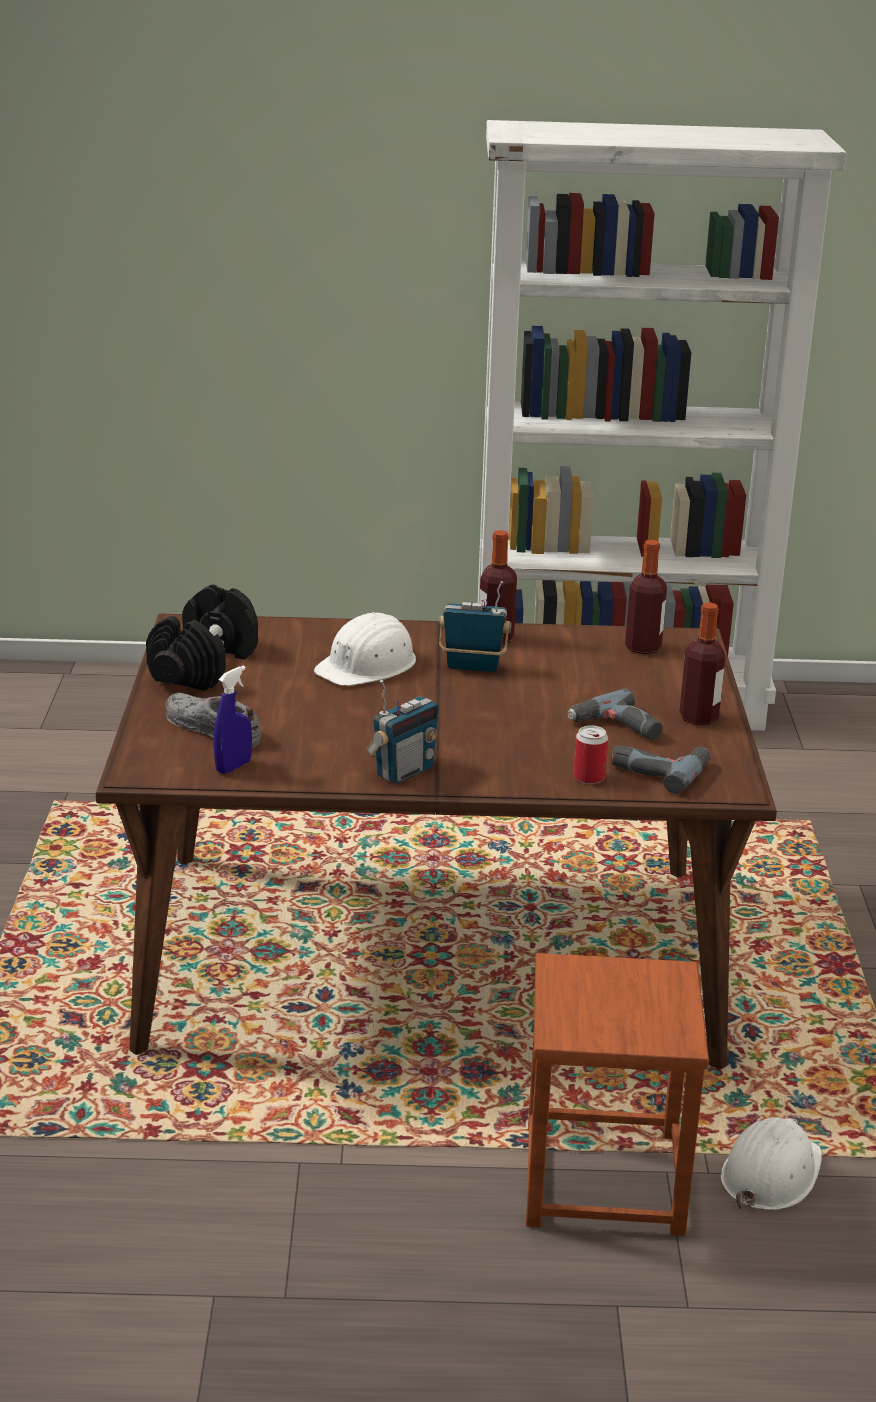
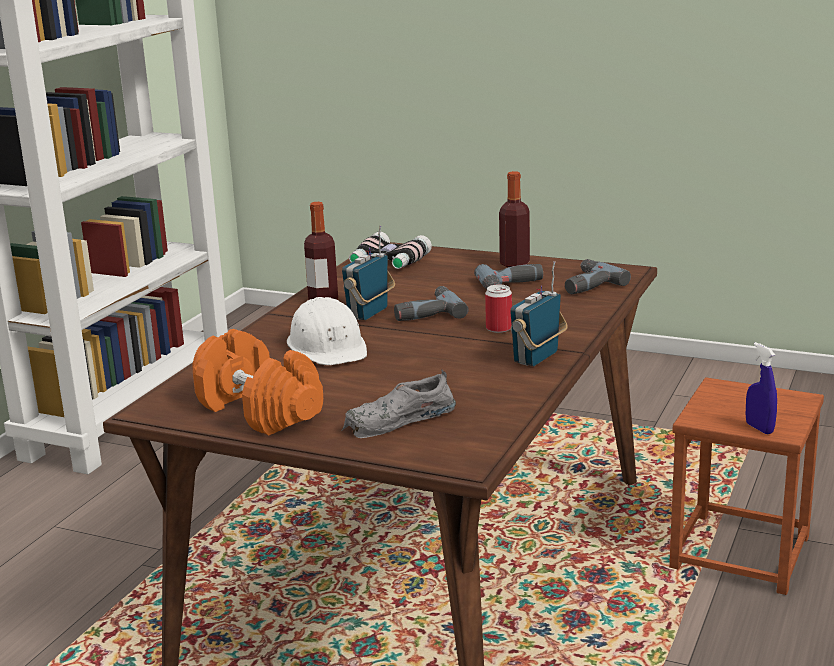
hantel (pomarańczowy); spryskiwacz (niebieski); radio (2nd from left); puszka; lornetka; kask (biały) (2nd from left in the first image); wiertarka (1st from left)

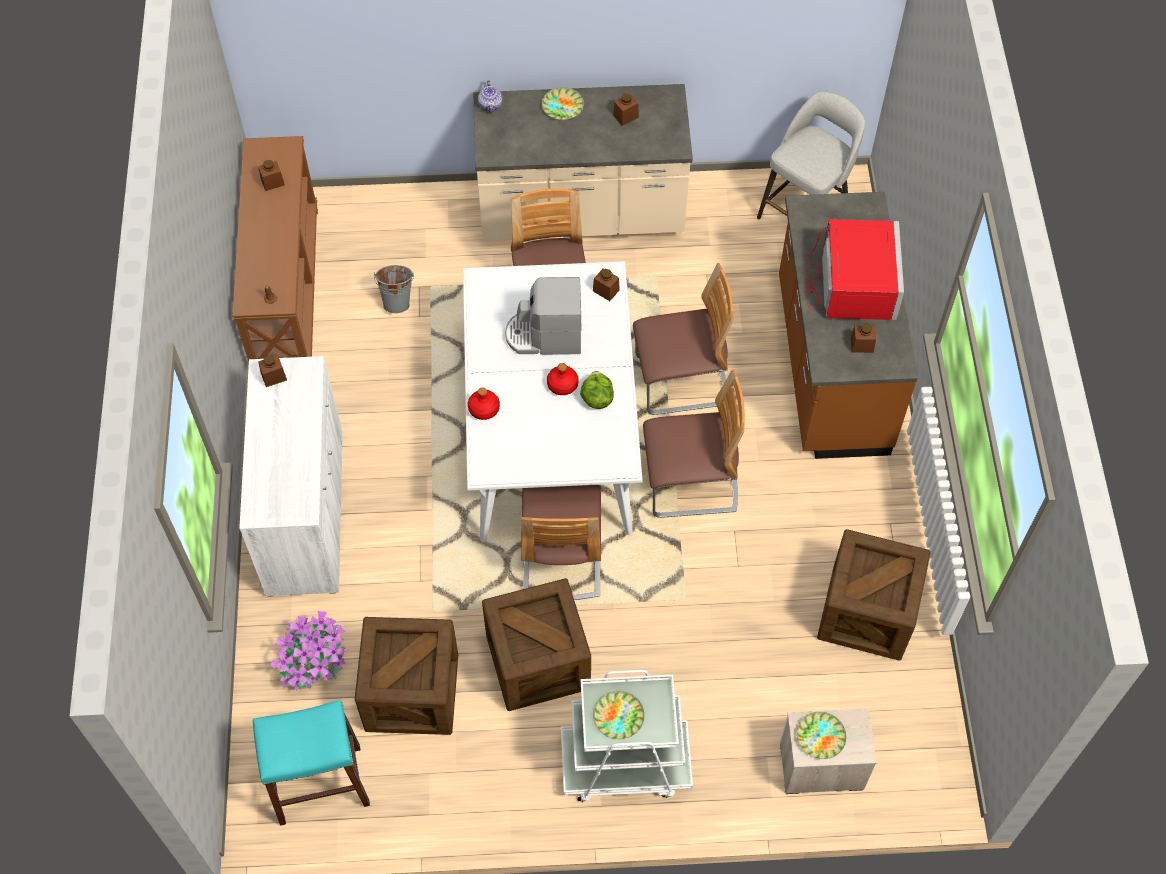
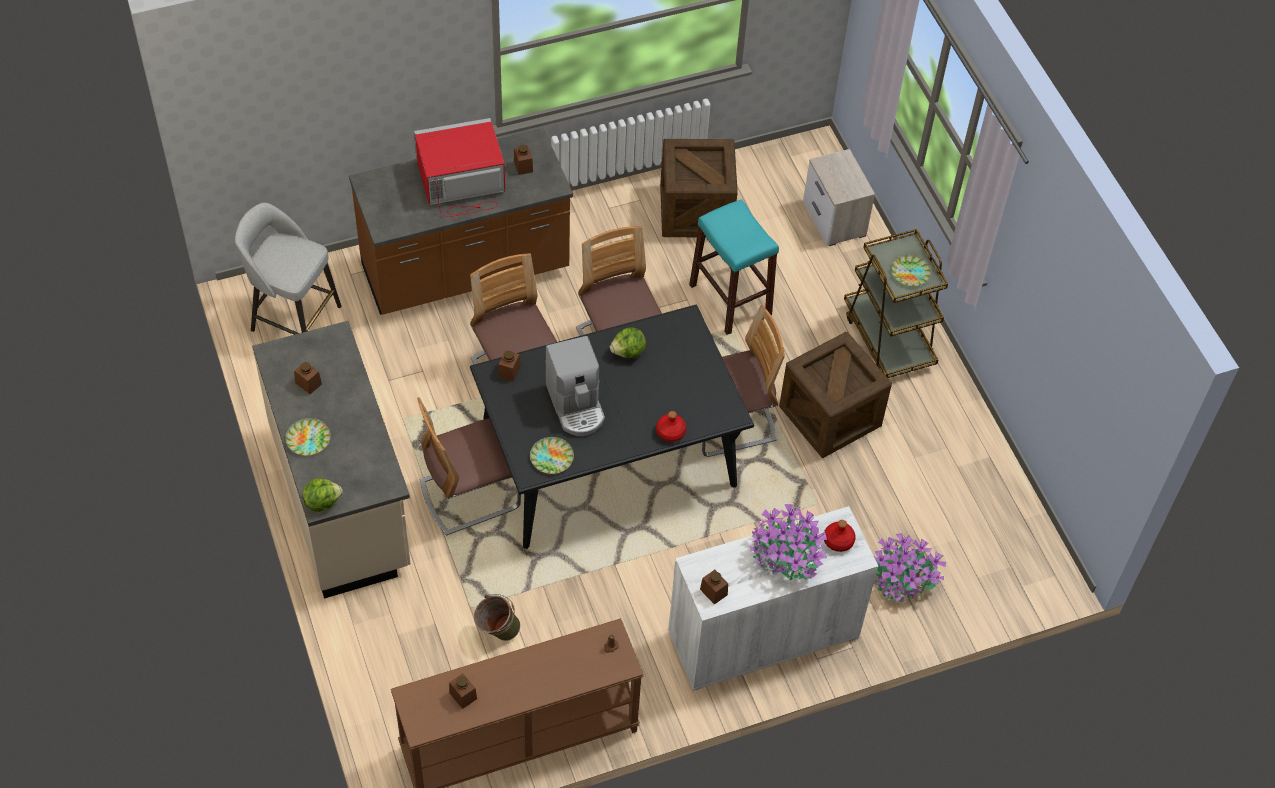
stołek (turkusowy); skrzynka (1st from left in the first image); wiadro (zielony); stół jadalny (czarny); sałata (1st from left); butelka (czerwony) (2nd from left); wózek (brązowy); talerz (2nd from left); roślina doniczkowa (1st from left)

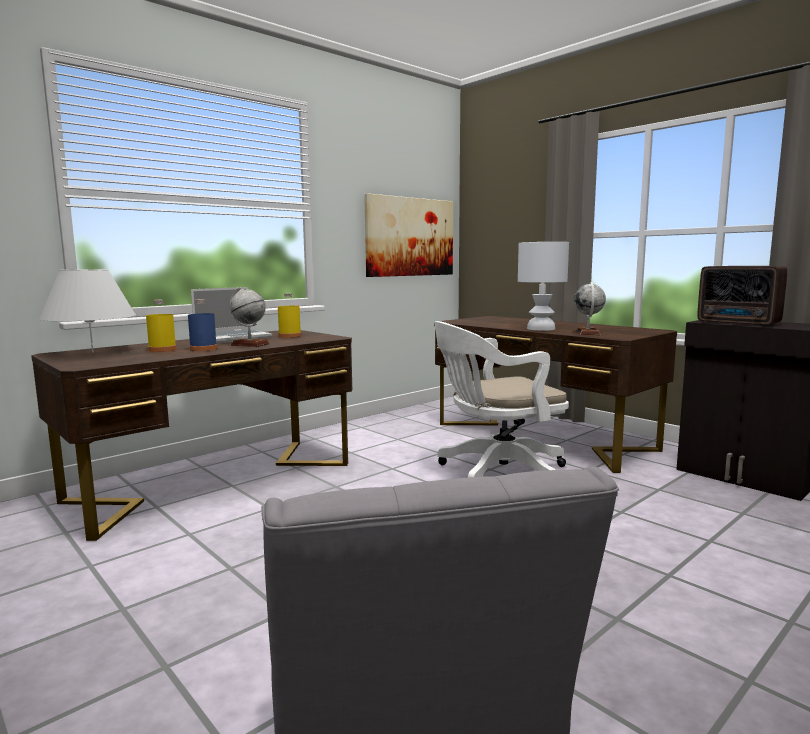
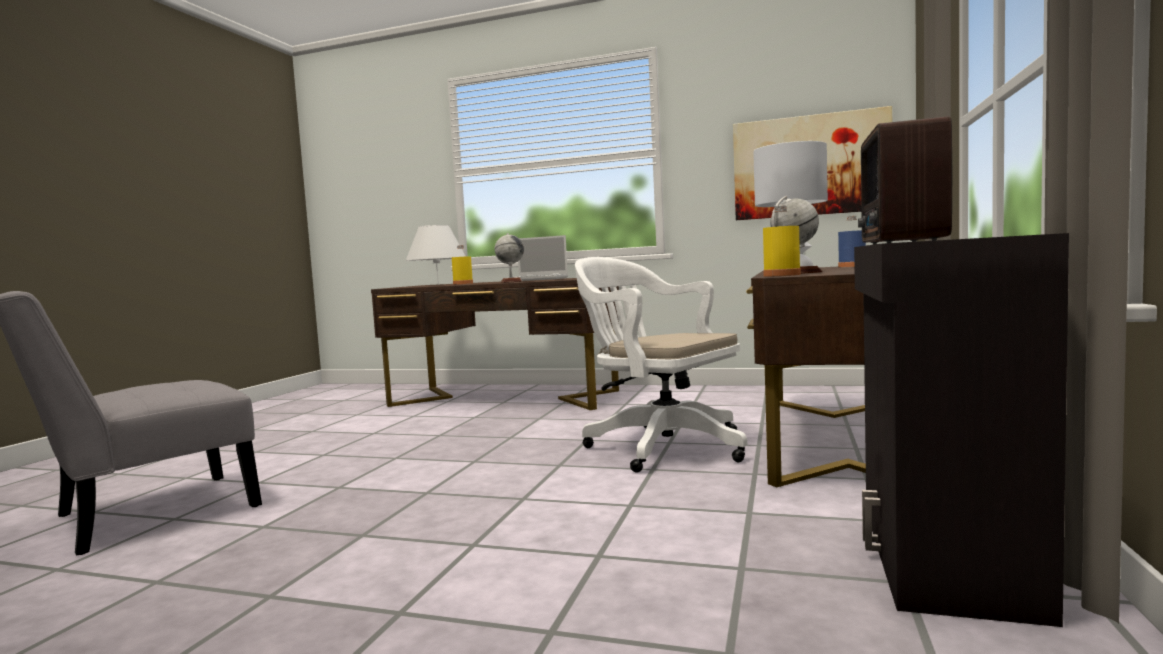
butelka (niebieski); butelka (żółty) (2nd from left)

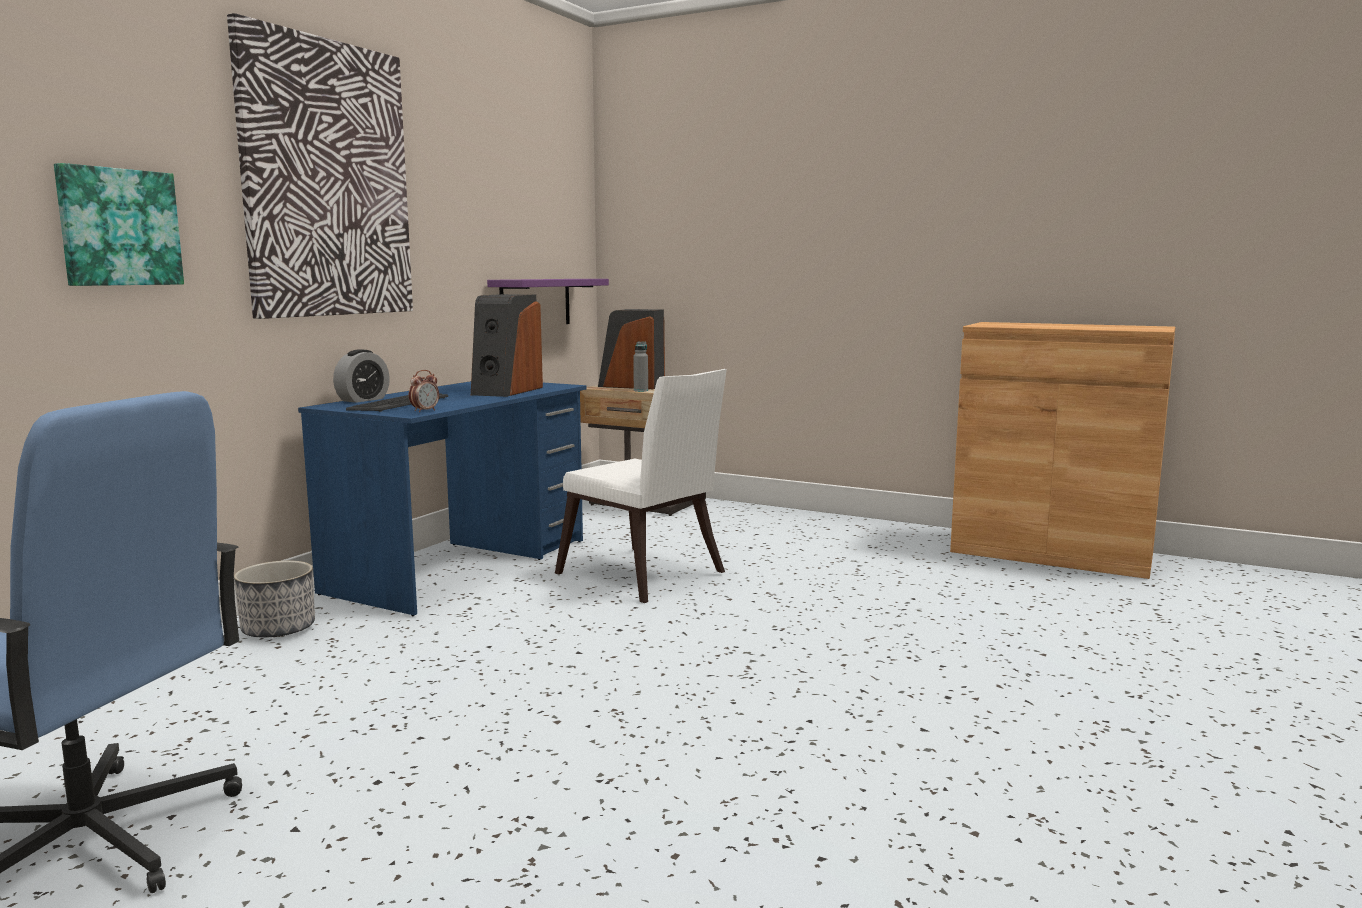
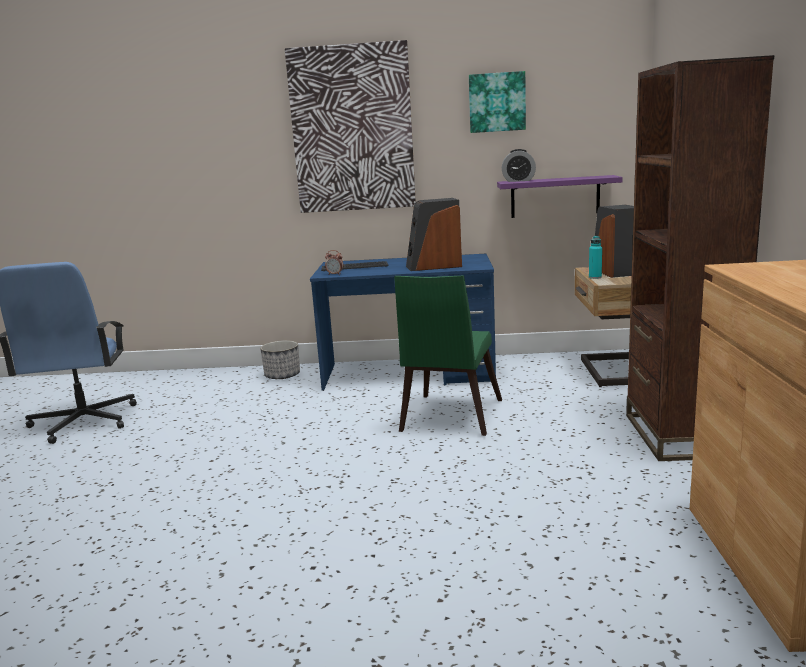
obraz (2nd from left); budzik (2nd from left); krzesło (zielony); butelka (turkusowy); regał (brązowy)

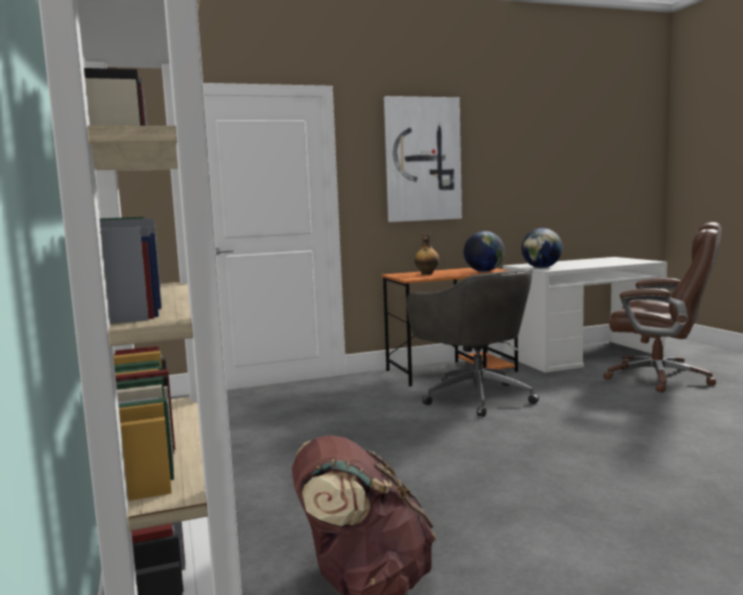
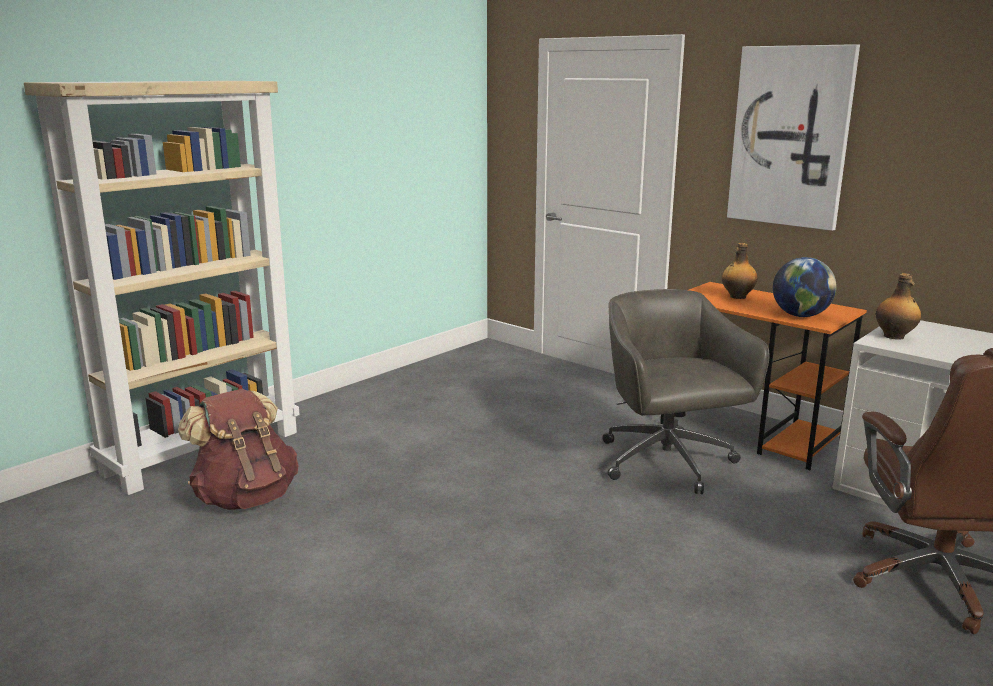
krzesło biurowe (szary); butelka (2nd from left)

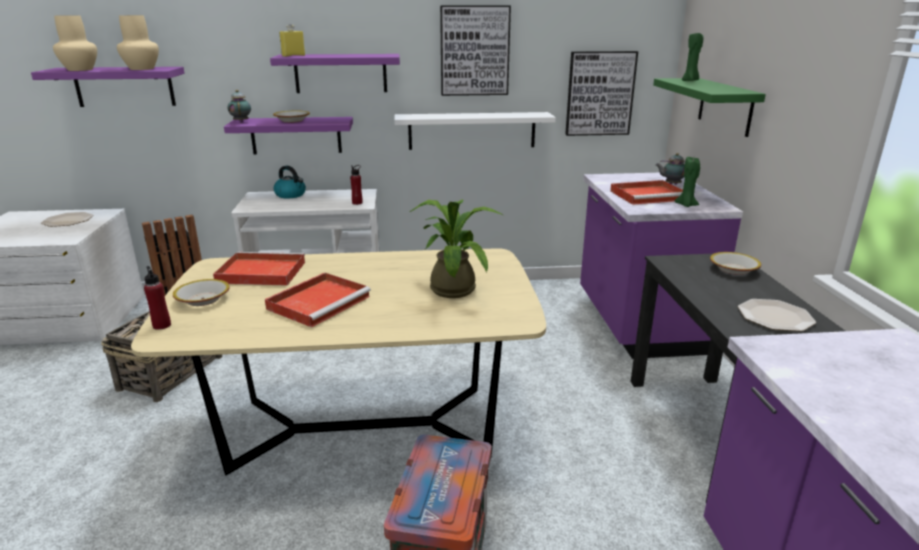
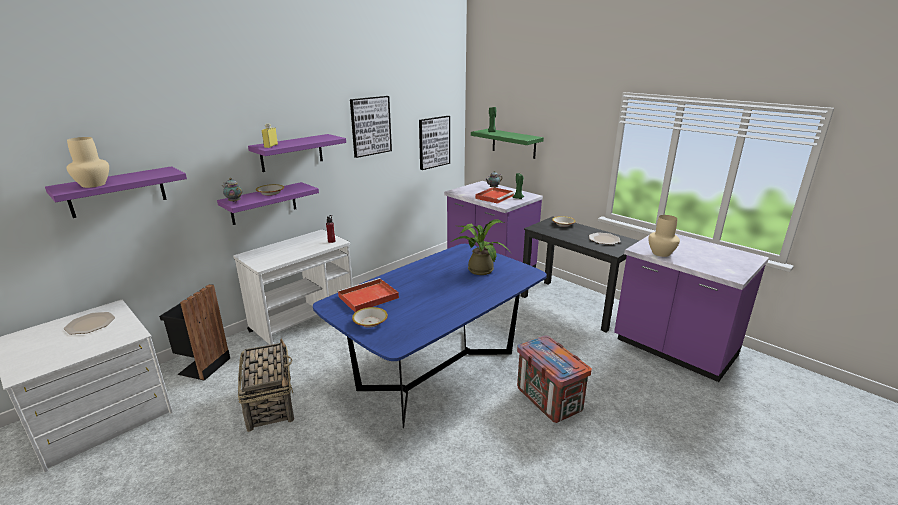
wazon (beżowy) (2nd from left); stół jadalny (niebieski); butelka (czerwony) (1st from left in the first image); taca (czerwony) (2nd from left in the first image); czajnik; półka (biały)

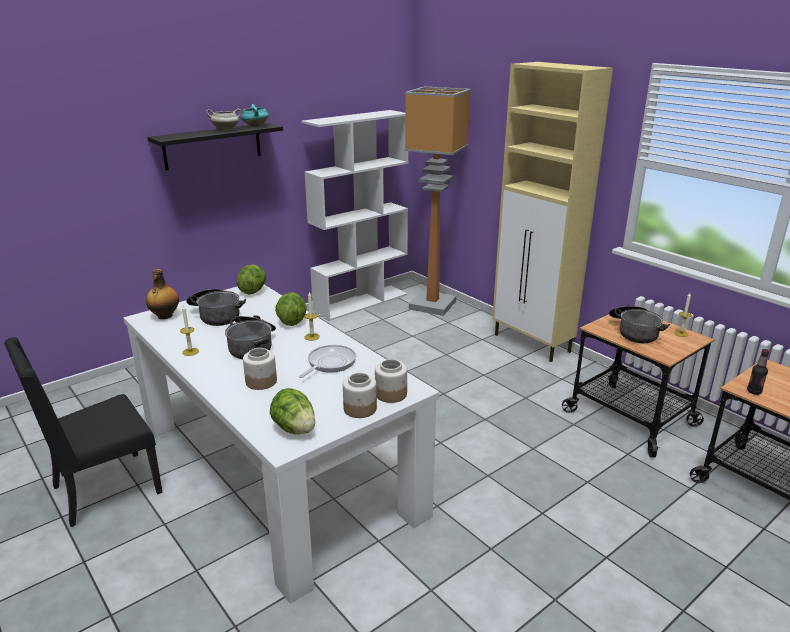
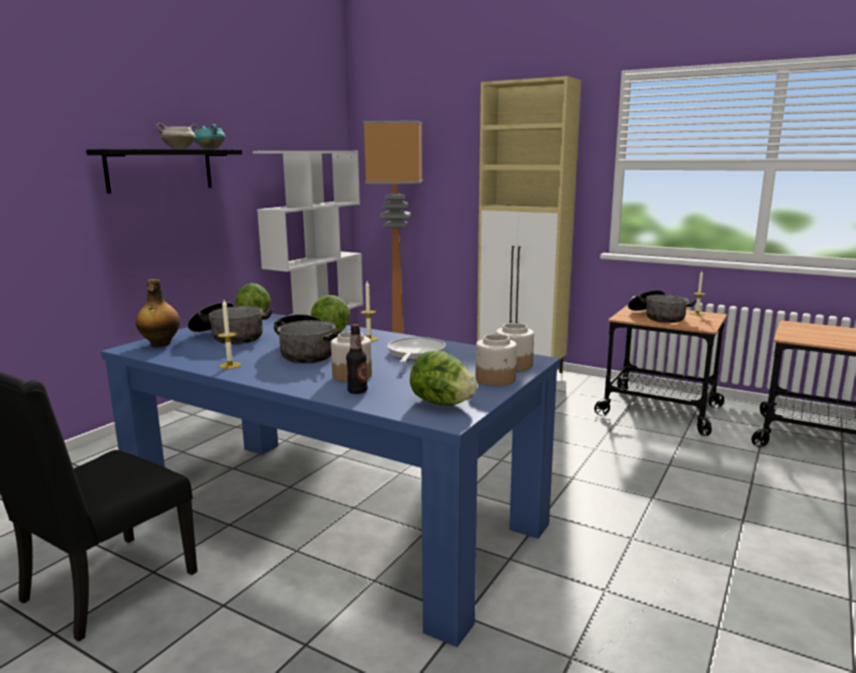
stół jadalny (niebieski); butelka (2nd from left)

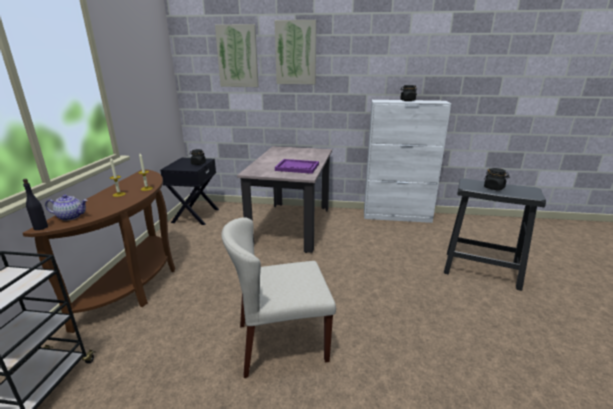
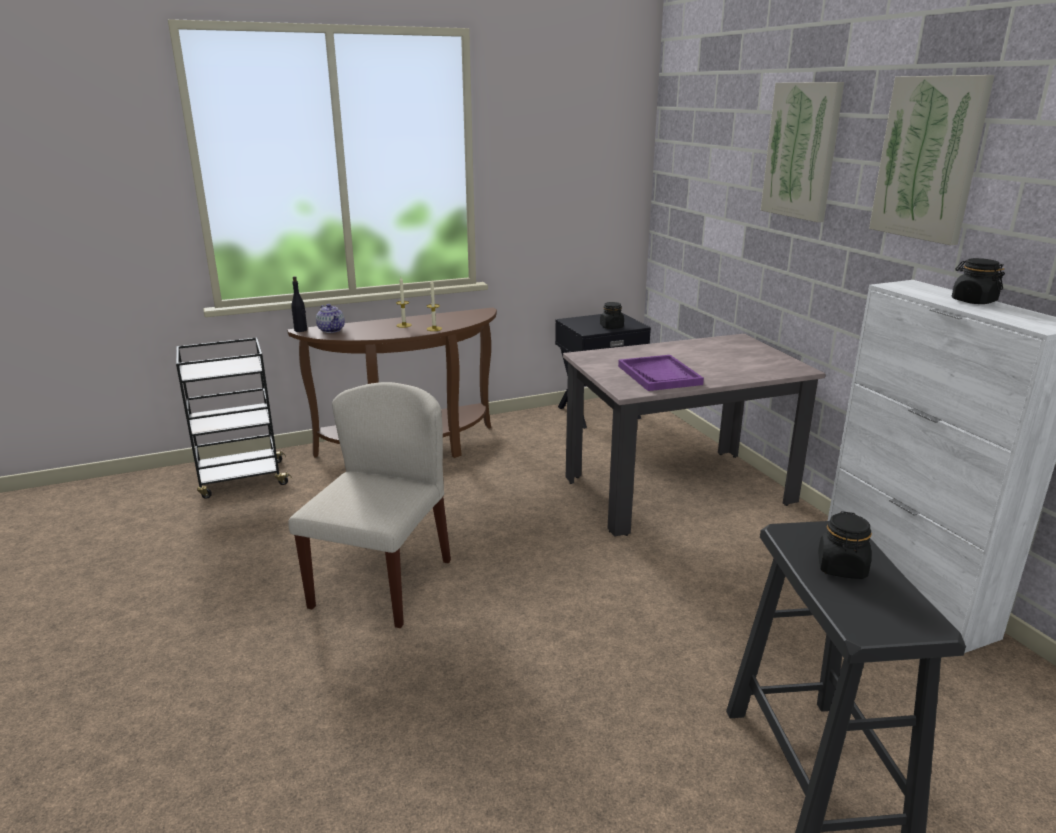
obraz (2nd from left); krzesło (beżowy)

